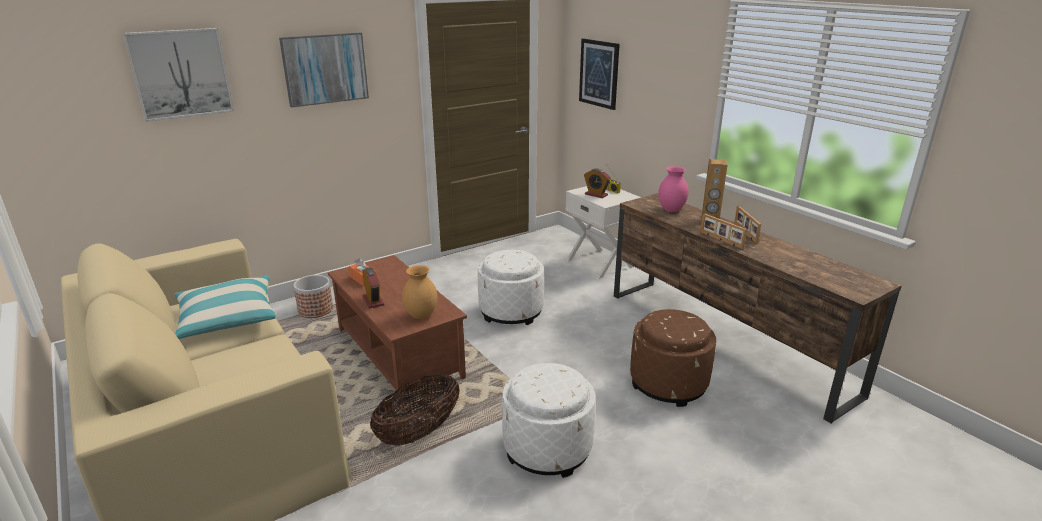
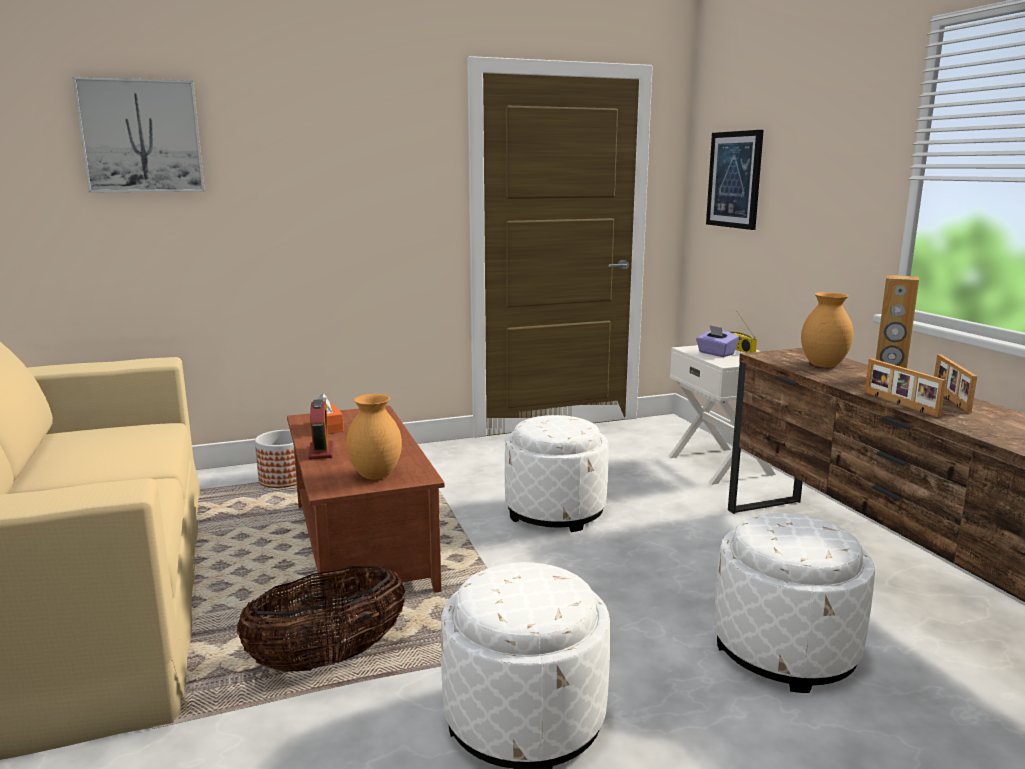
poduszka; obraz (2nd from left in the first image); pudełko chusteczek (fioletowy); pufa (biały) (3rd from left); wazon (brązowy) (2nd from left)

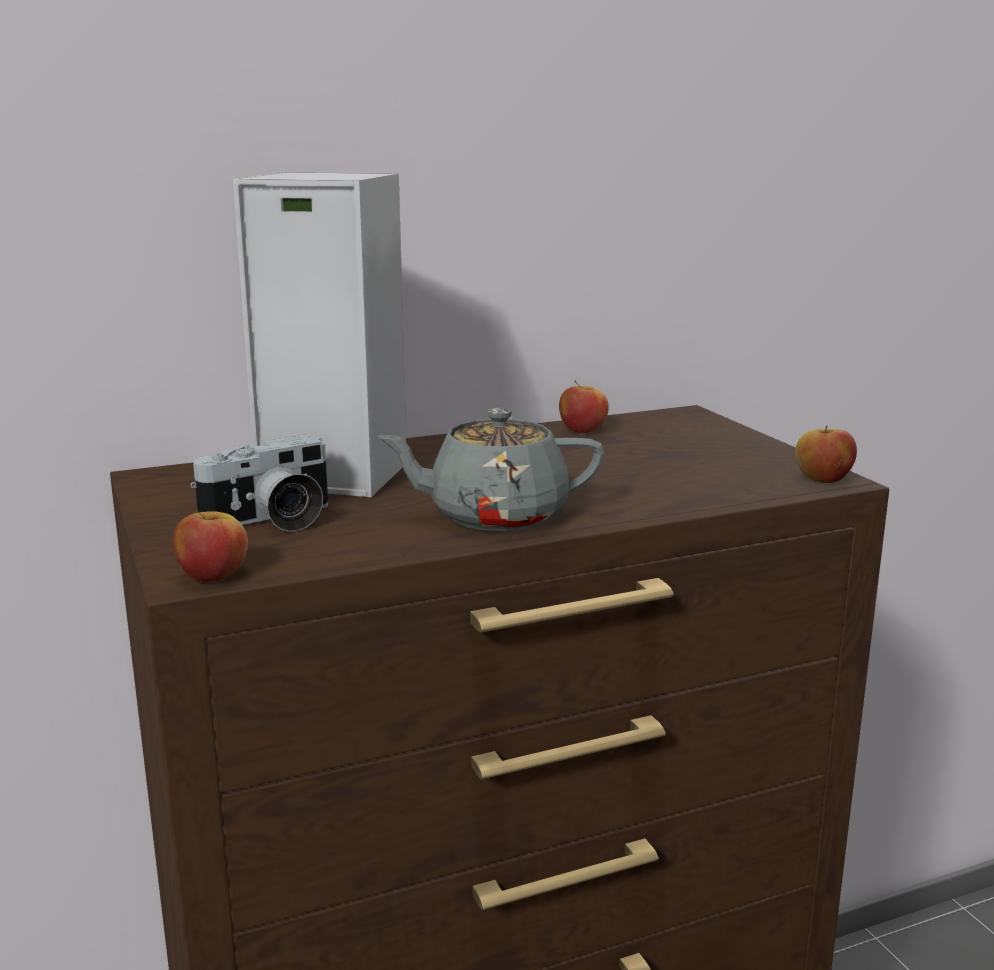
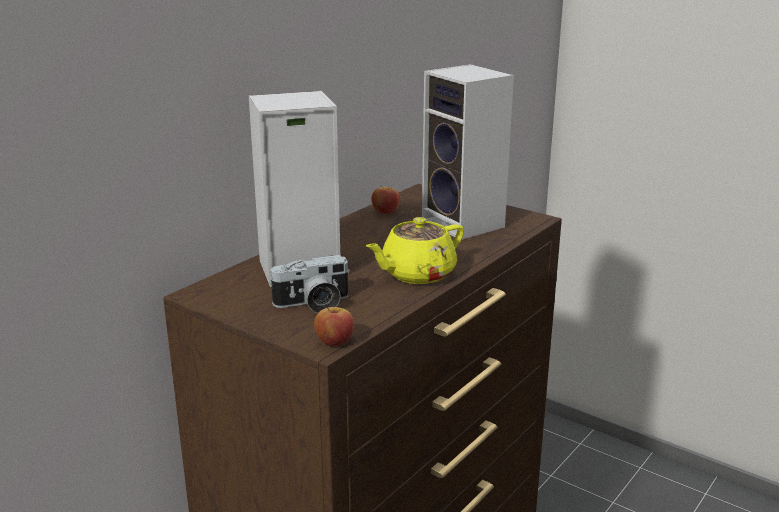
aparat fotograficzny; imbryk (żółty); jabłko (3rd from left in the first image); głośnik (2nd from left)

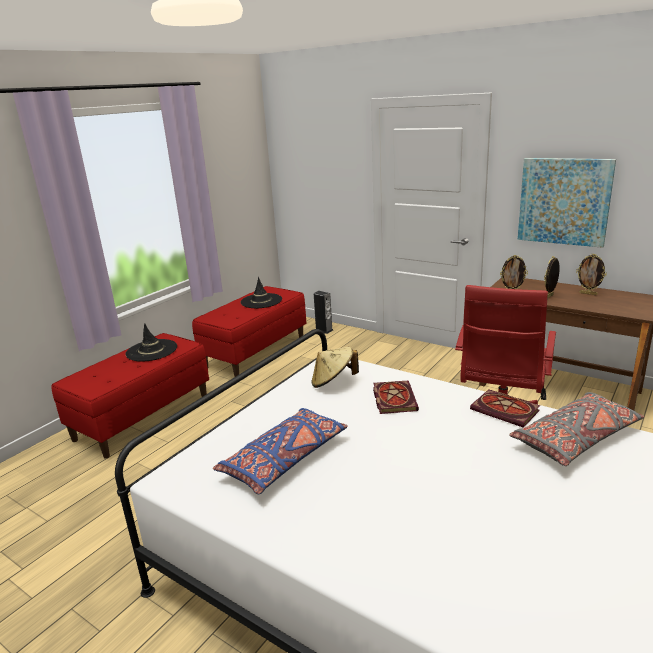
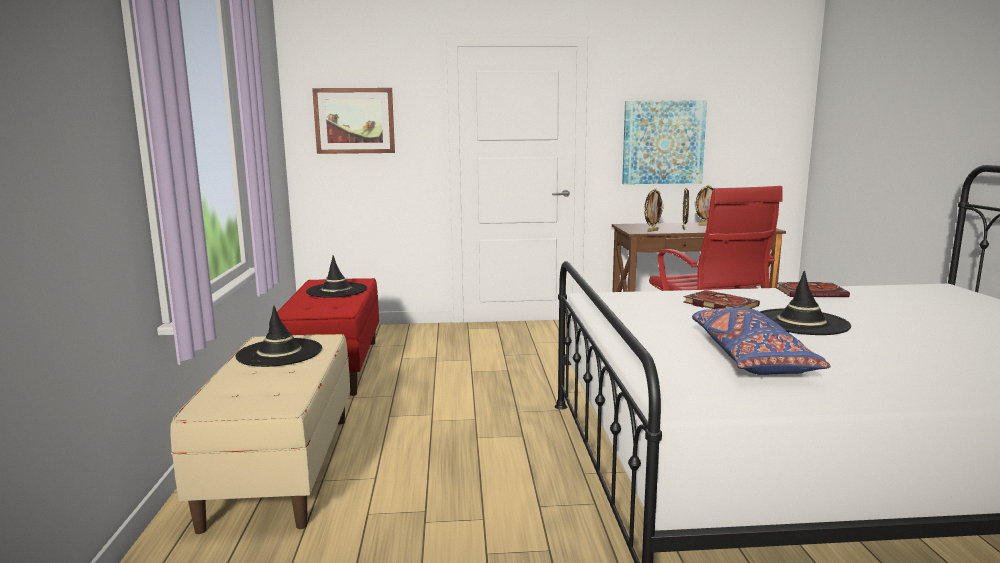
ławka (beżowy); kapelusz (beżowy); głośnik; poduszka (szary); obraz (1st from left); kapelusz (czarny) (3rd from left)

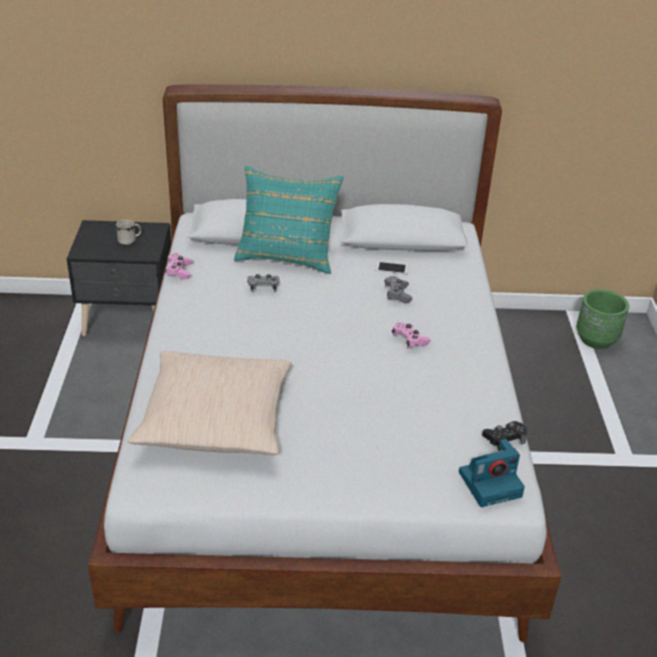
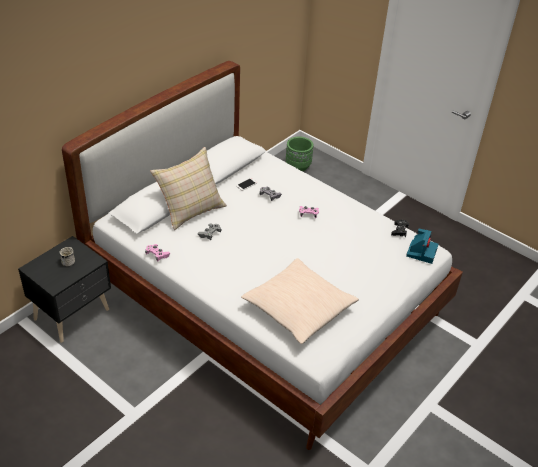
poduszka (beżowy) (1st from left)

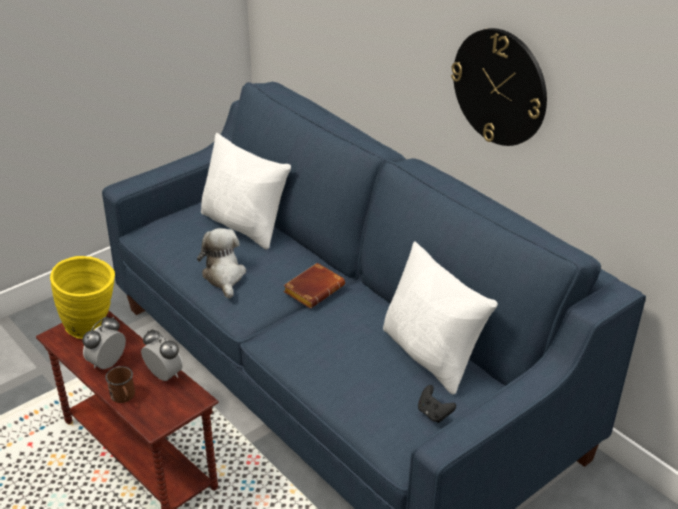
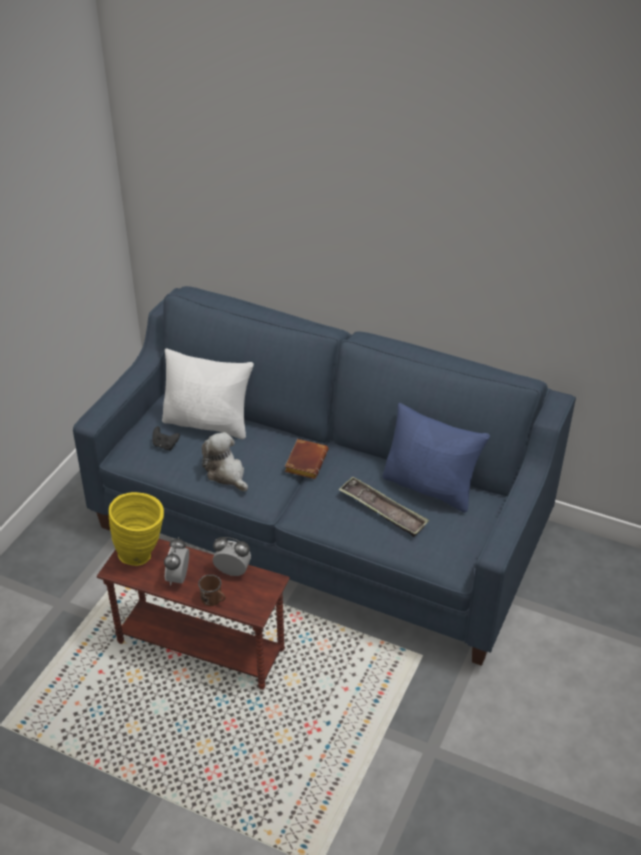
poduszka (niebieski); pad do gier (czarny); zegar ścienny; taca

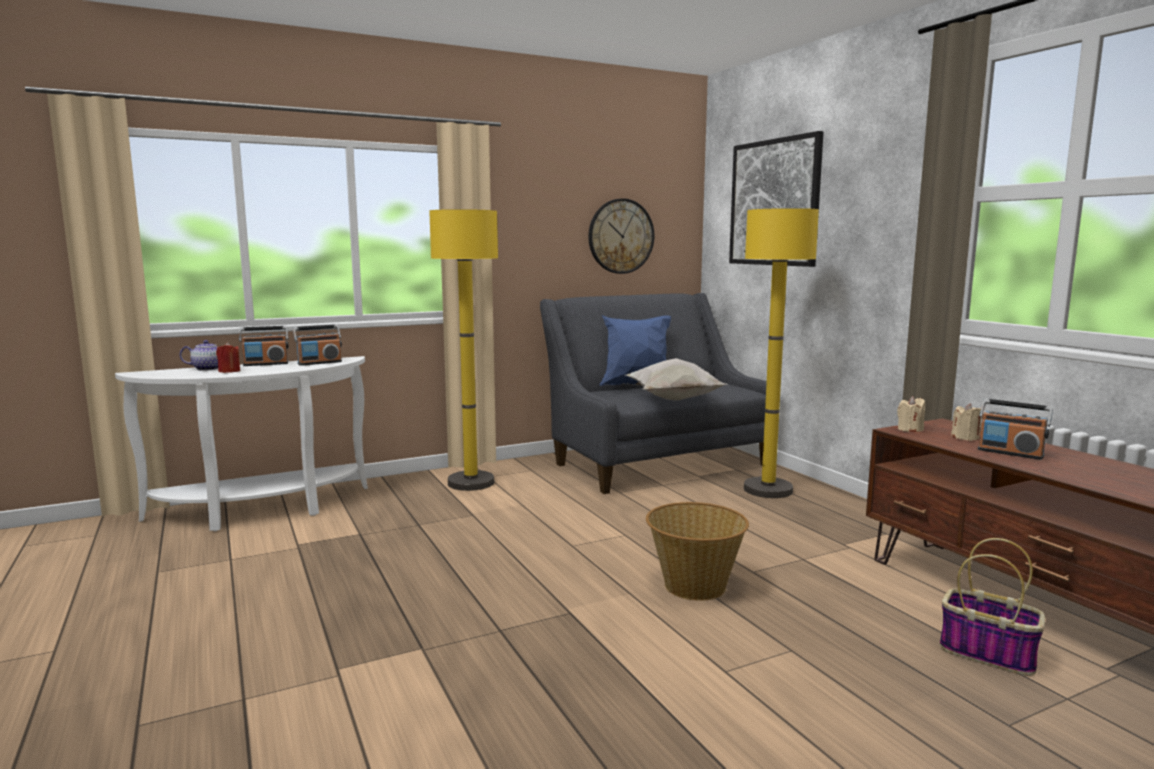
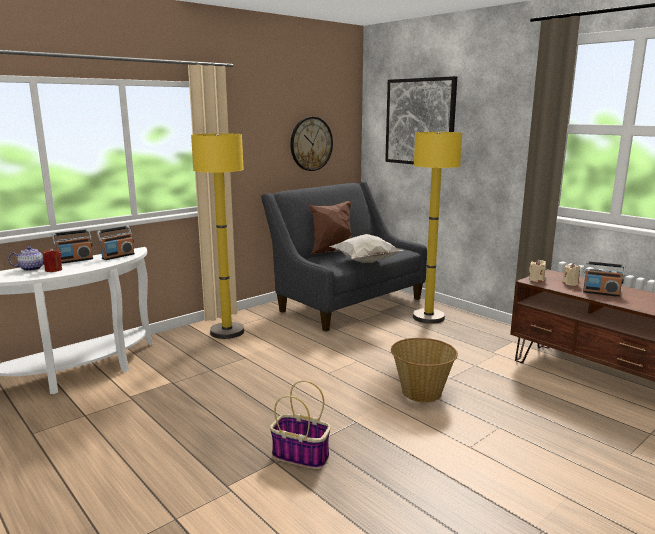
poduszka (brązowy); koszyk (1st from left)

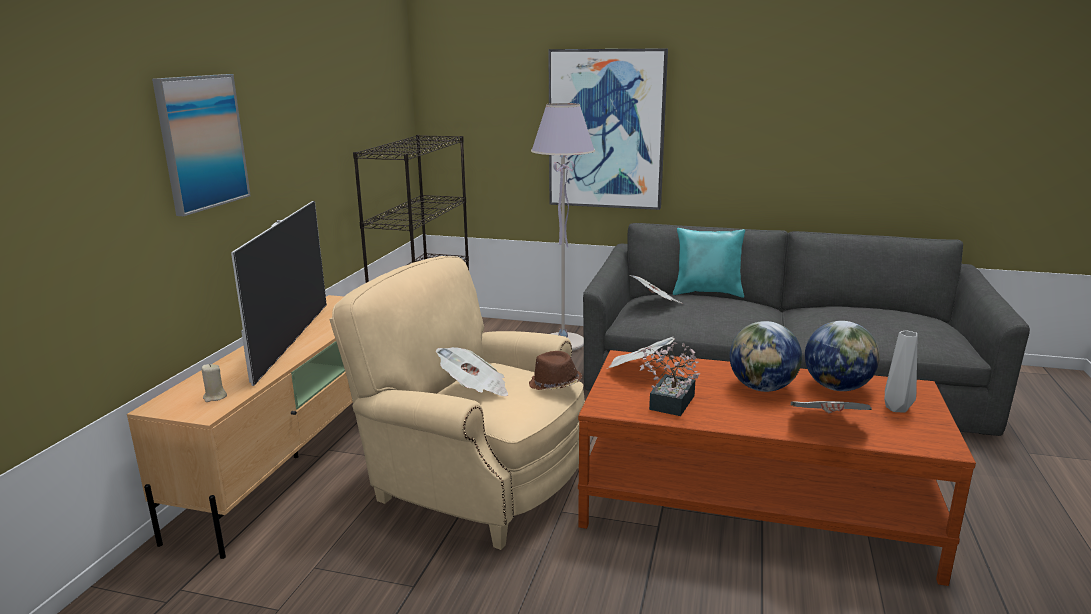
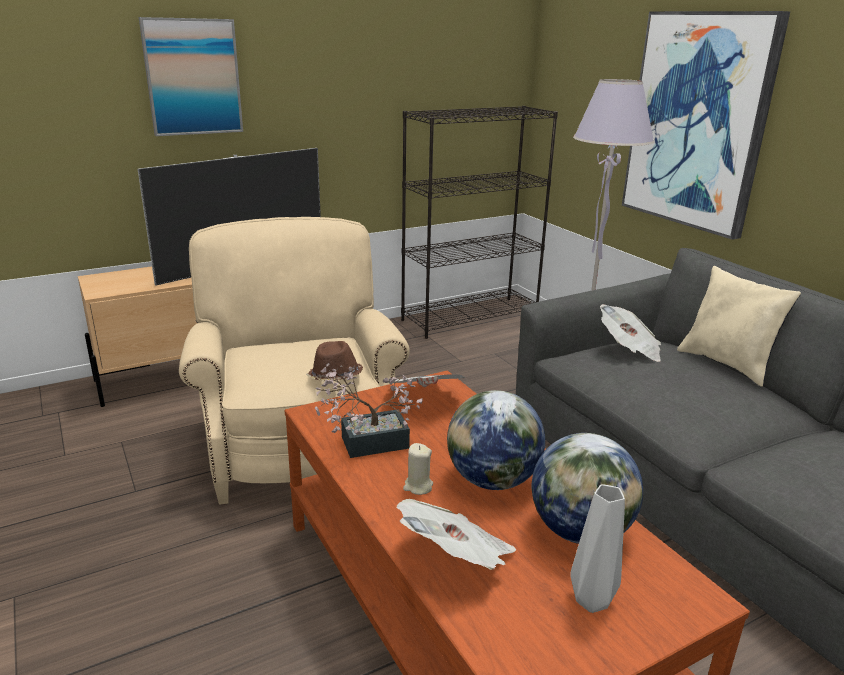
świeca (beżowy); gazeta (1st from left in the first image); poduszka (beżowy)

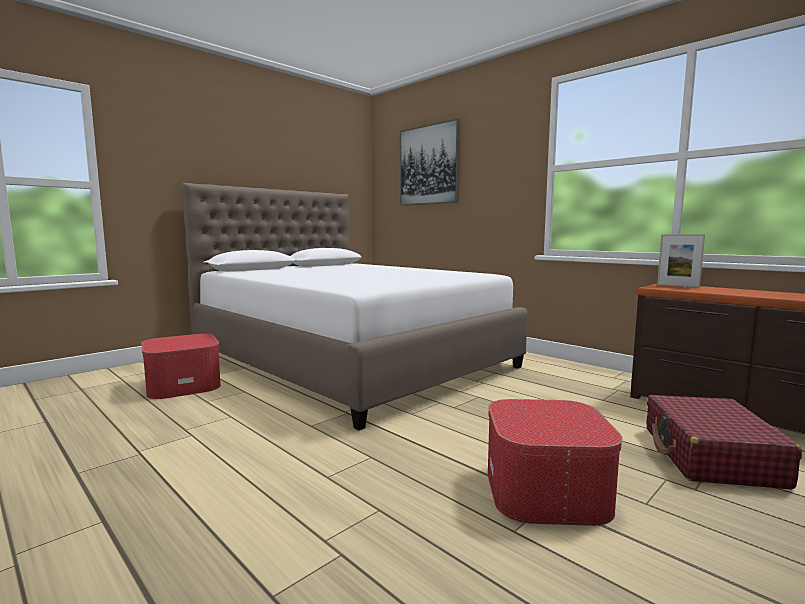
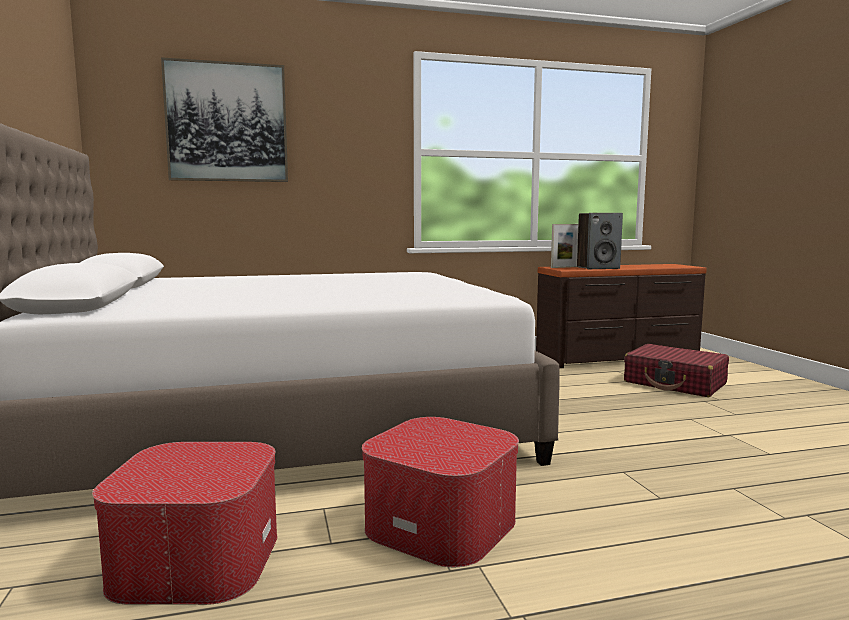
pufa (2nd from left); głośnik

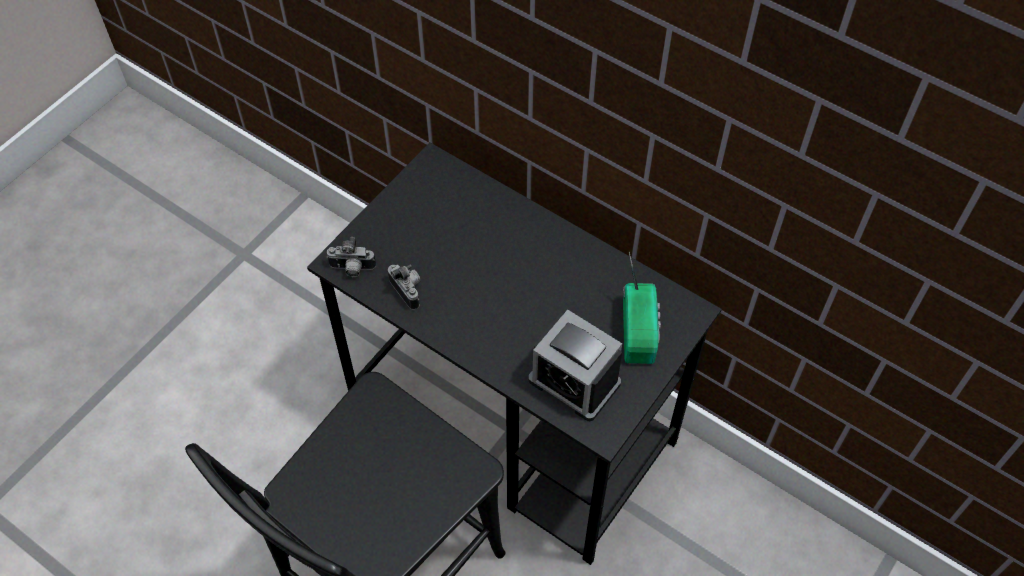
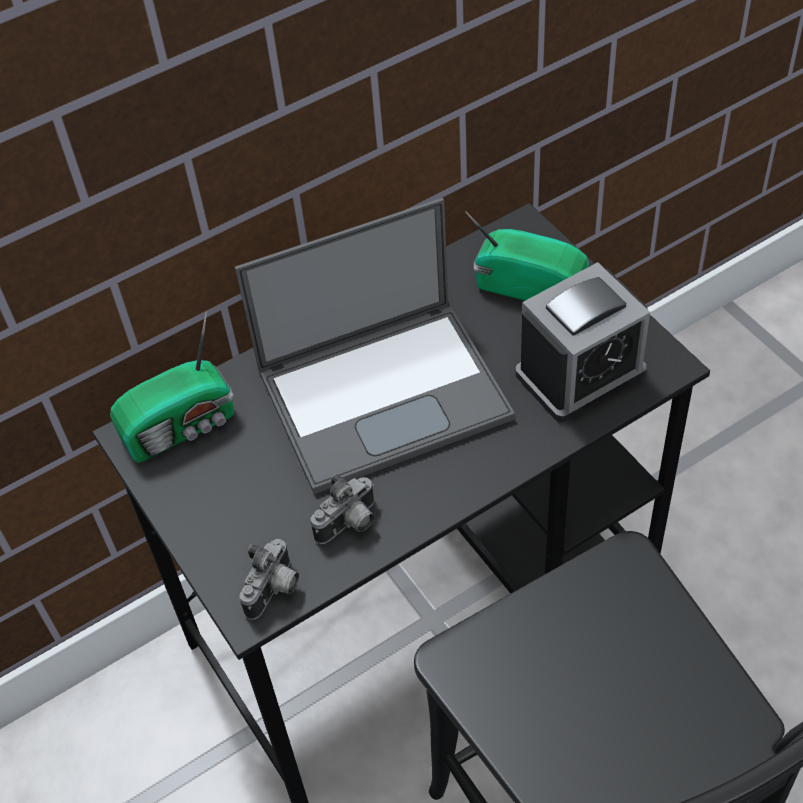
aparat fotograficzny (2nd from left); radio (1st from left); laptop

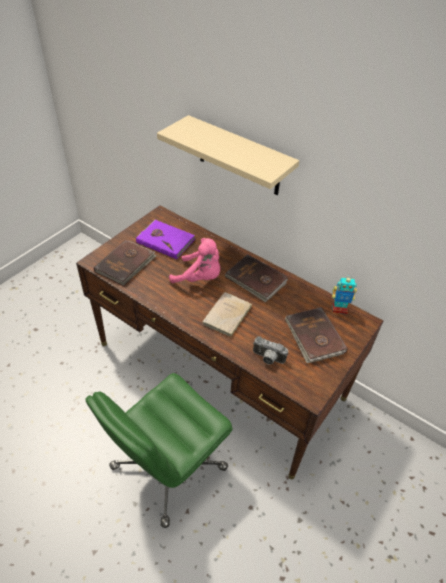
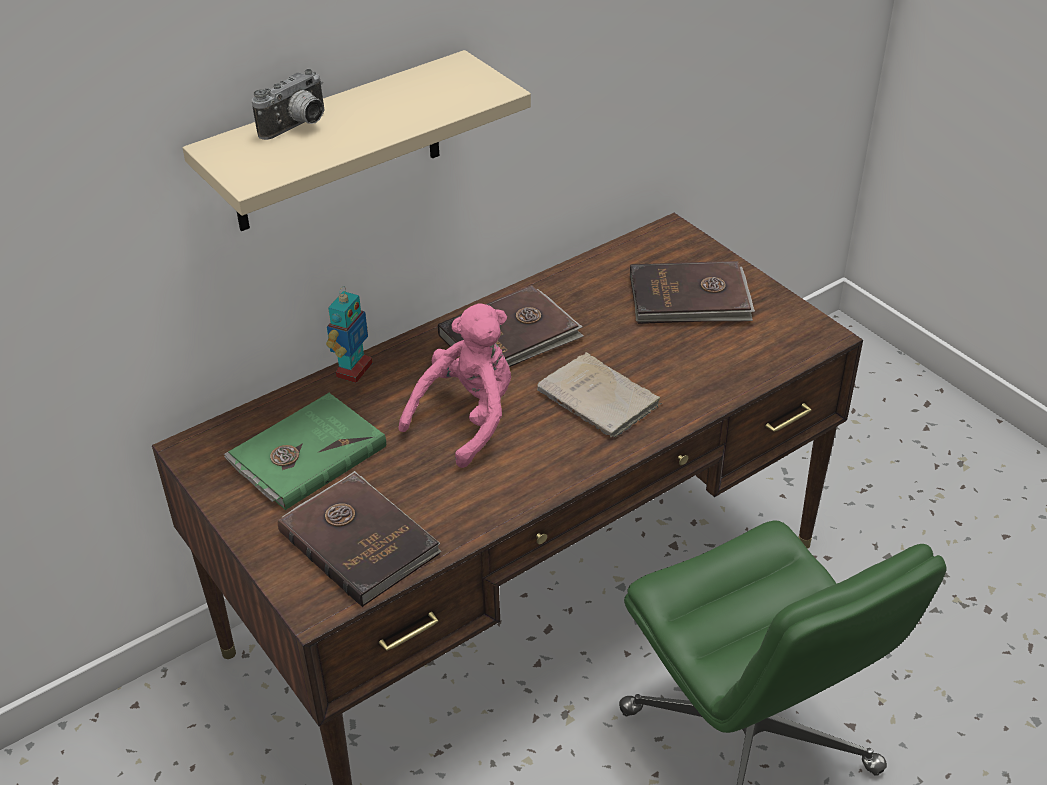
książka (zielony); aparat fotograficzny; robot zabawkowy

